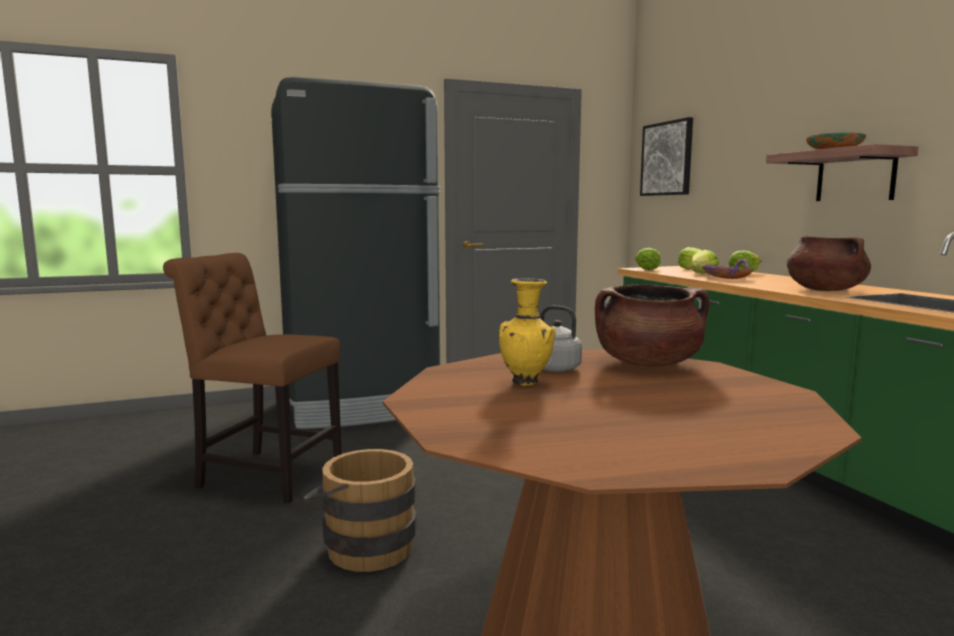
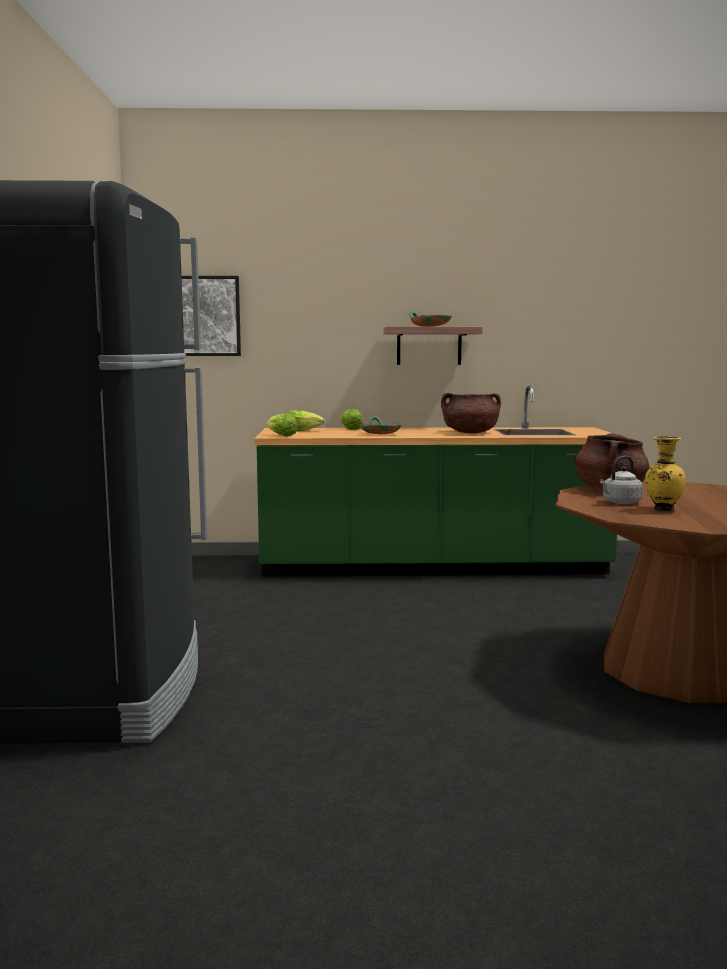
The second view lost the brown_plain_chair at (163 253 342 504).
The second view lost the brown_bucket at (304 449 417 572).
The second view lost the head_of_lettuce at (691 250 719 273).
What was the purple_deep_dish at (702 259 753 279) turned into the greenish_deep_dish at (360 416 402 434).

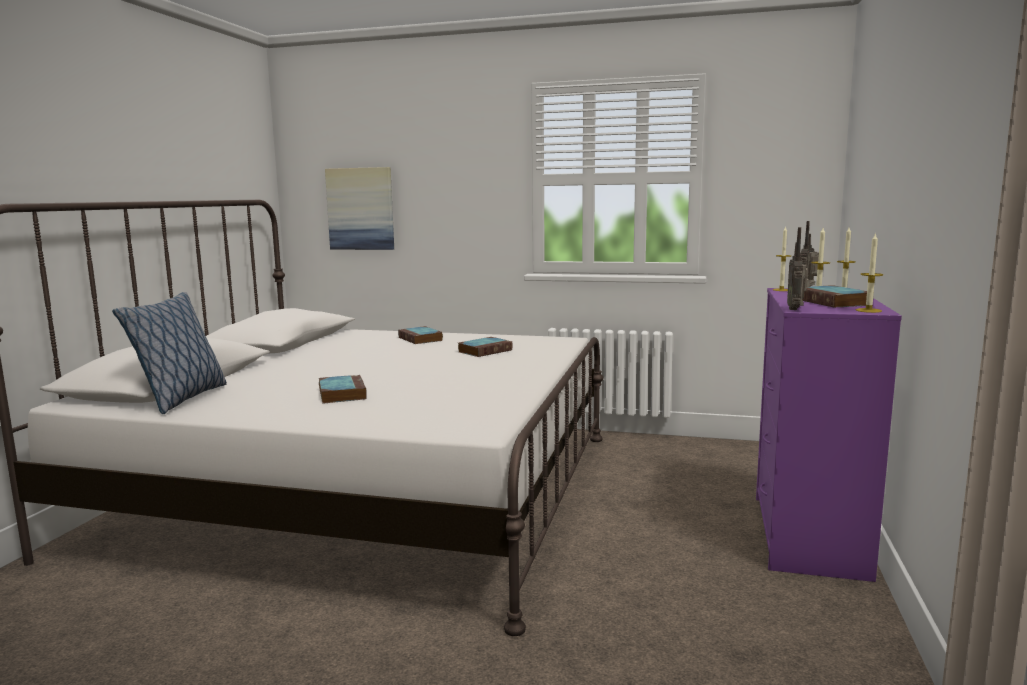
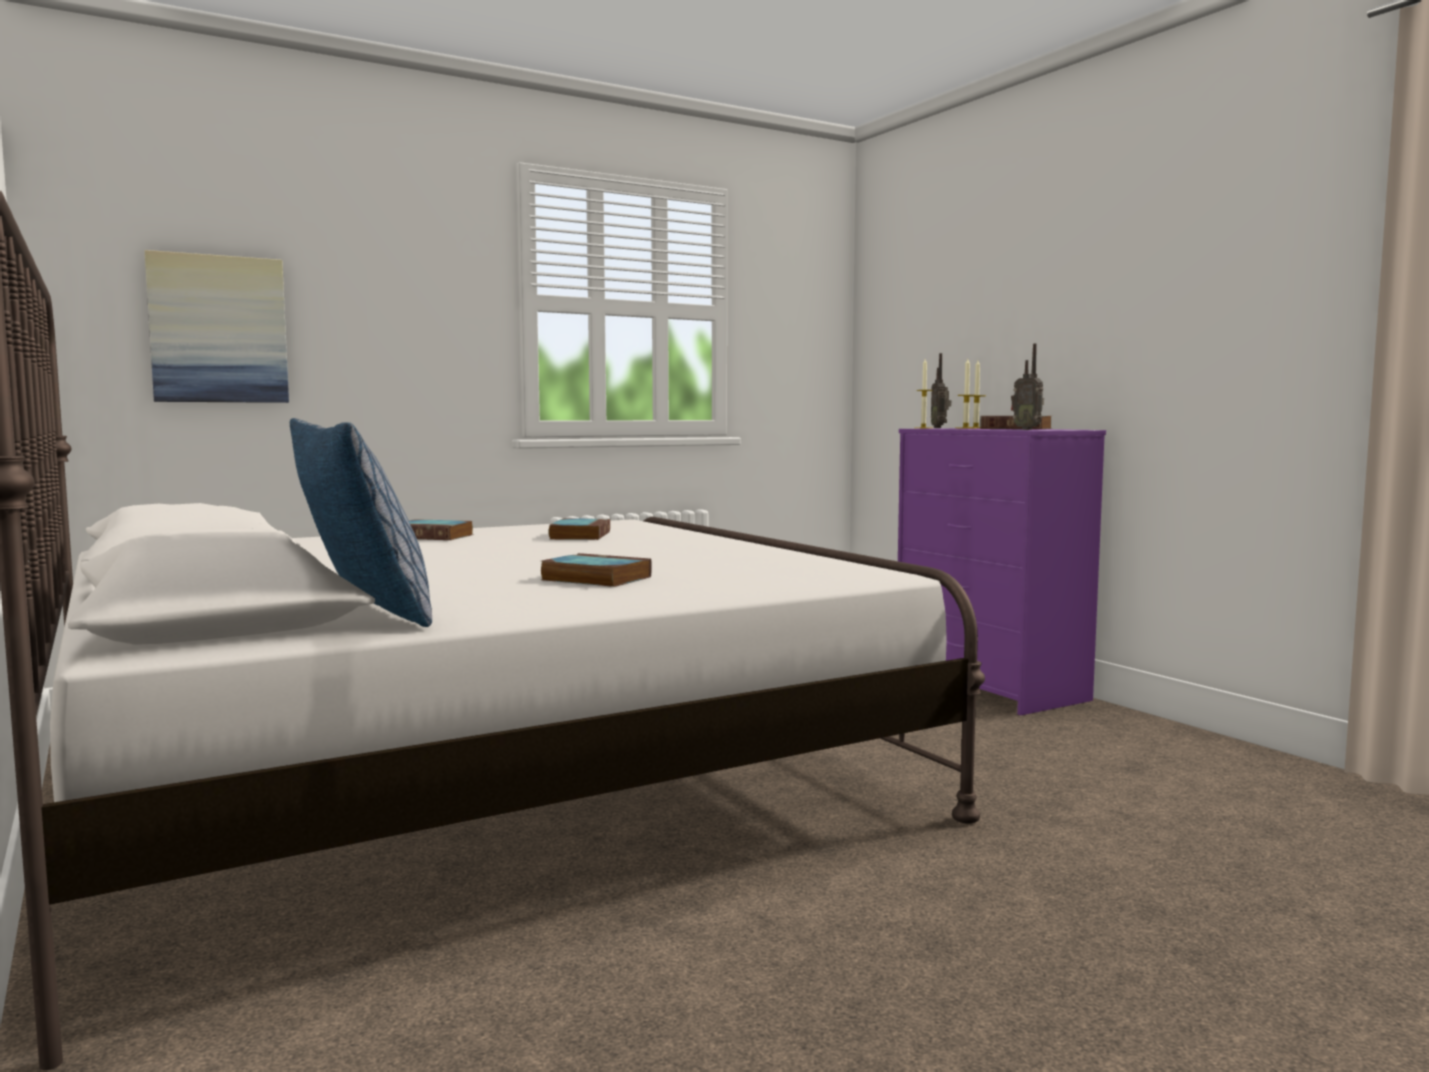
The second view lost the wax_candle at (856 232 883 313).

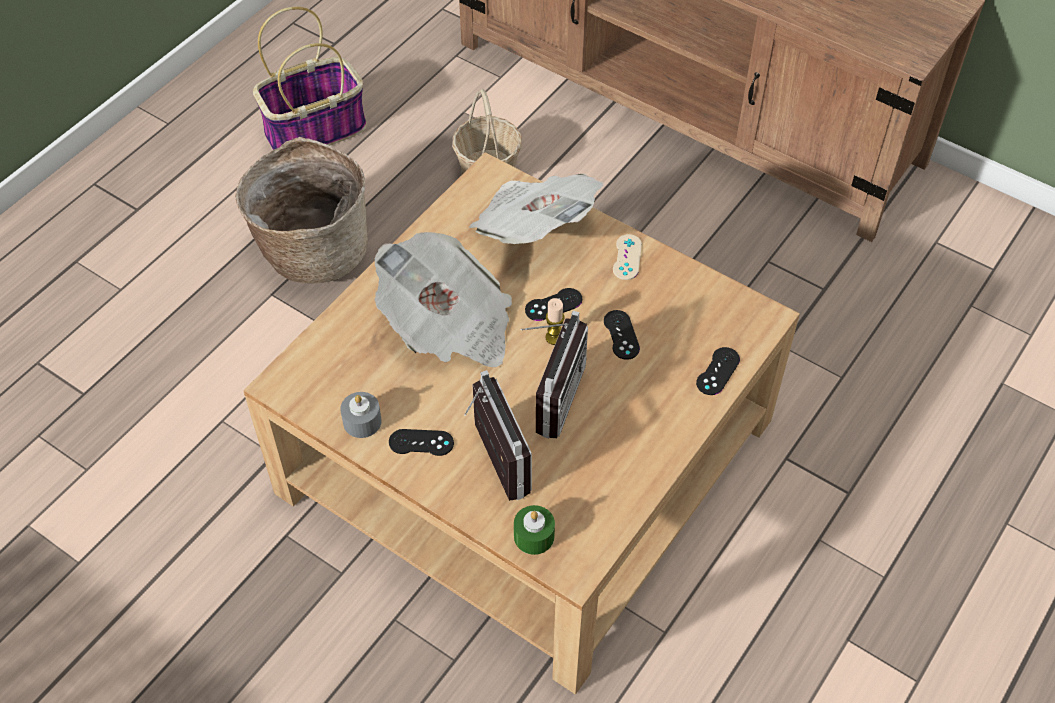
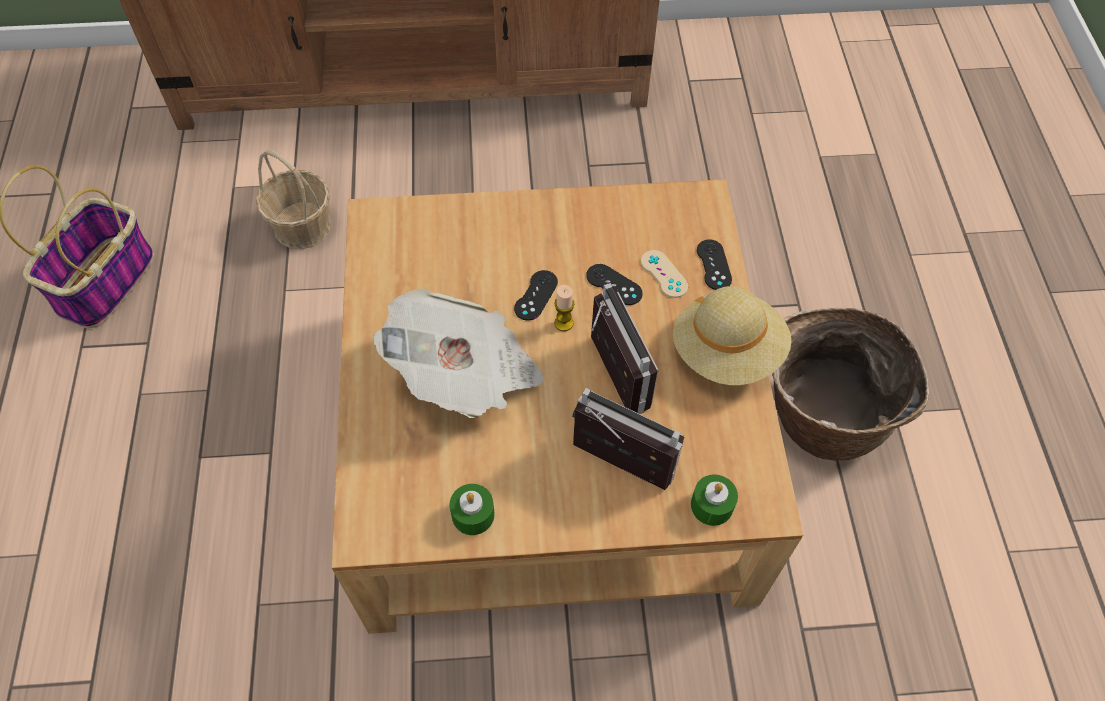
The storage_basket ended up elsewhere, having gone from (235 137 367 284) to (772 308 929 460).
What was the gray_wax_candle at (340 392 382 438) turned into the greenish_wax_candle at (449 484 495 535).
The second view lost the black_joypad at (389 429 454 456).
The second view lost the printed_paper at (469 174 603 244).
The sand-coloured_joypad ended up elsewhere, having gone from (613 234 642 280) to (641 250 688 298).
The second view gained the sand-coloured_hat at (673 286 792 385).

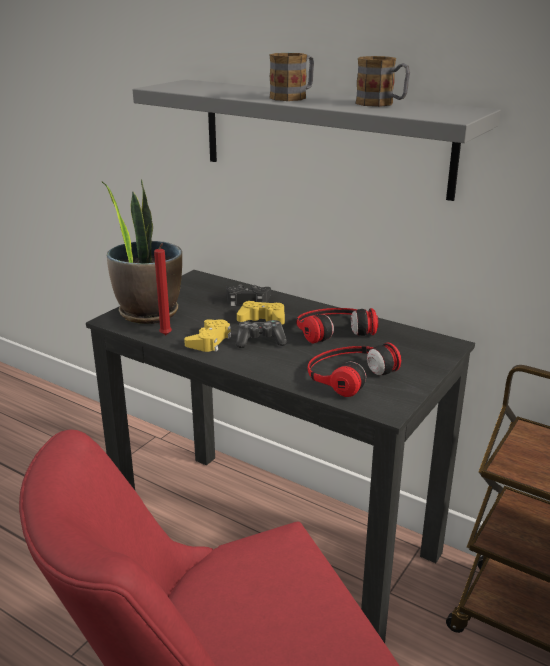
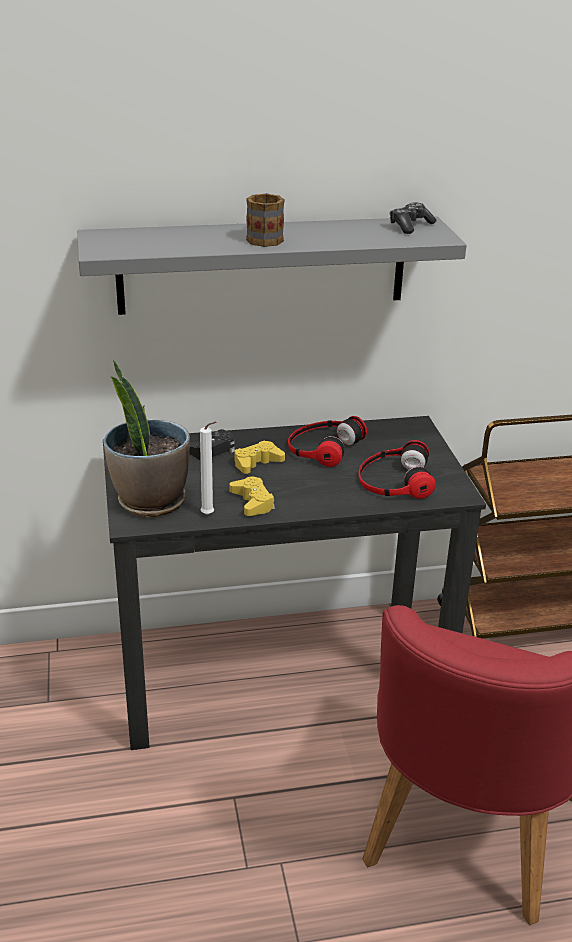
What was the red-coloured_wax_candle at (154 243 172 335) turned into the white_wax_candle at (200 422 216 515).
The joypad ended up elsewhere, having gone from (236 320 287 348) to (390 203 437 234).
The second view lost the mug at (356 56 410 107).

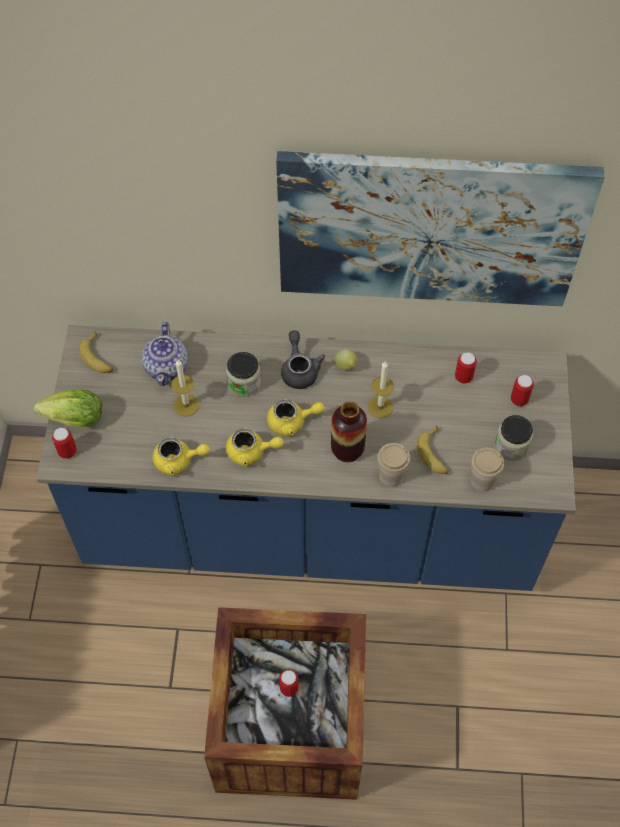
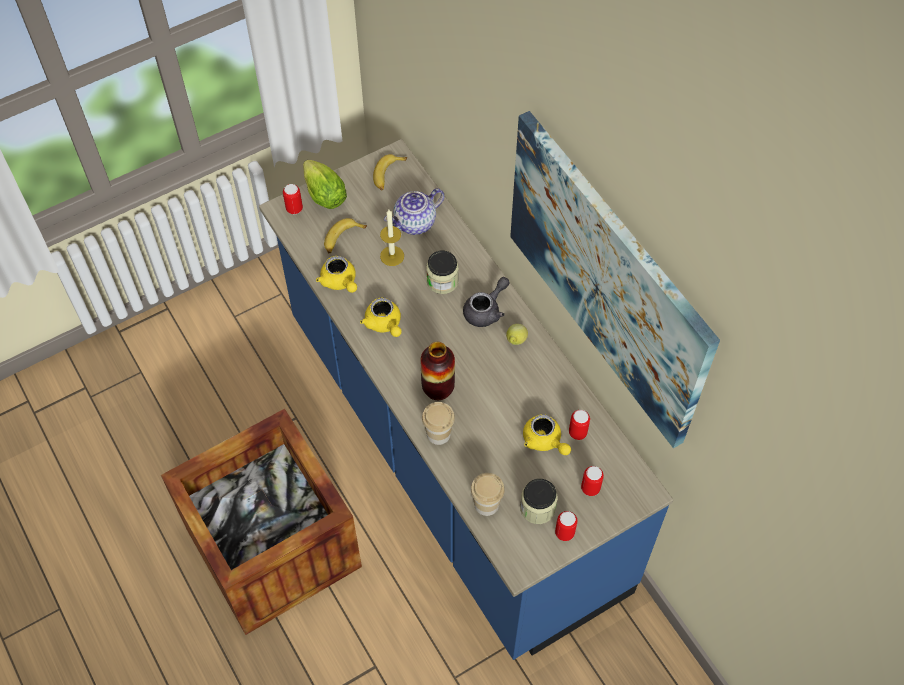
The yellow-coloured_tea_pot ended up elsewhere, having gone from (267 399 325 437) to (523 414 571 455).
The metal_can ended up elsewhere, having gone from (279 669 299 697) to (555 511 577 541).
The second view lost the wax_candle at (368 362 394 418).
The banana ended up elsewhere, having gone from (417 426 448 474) to (324 218 367 253).

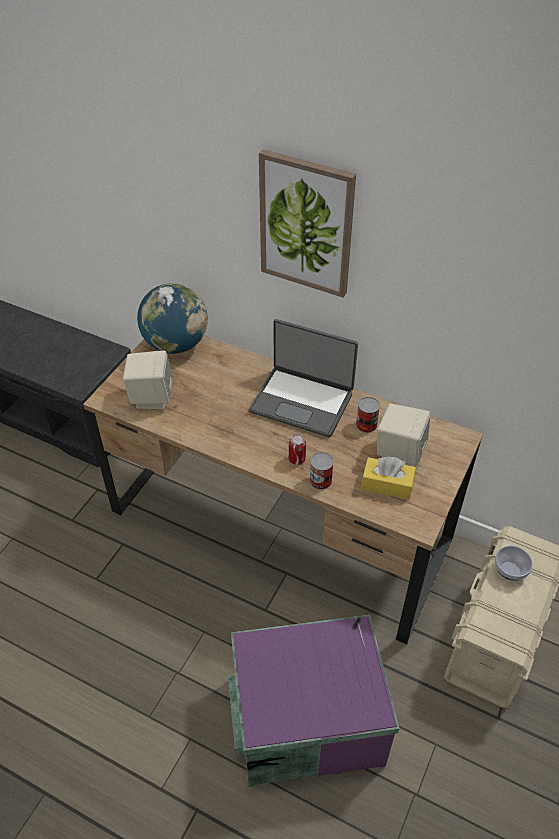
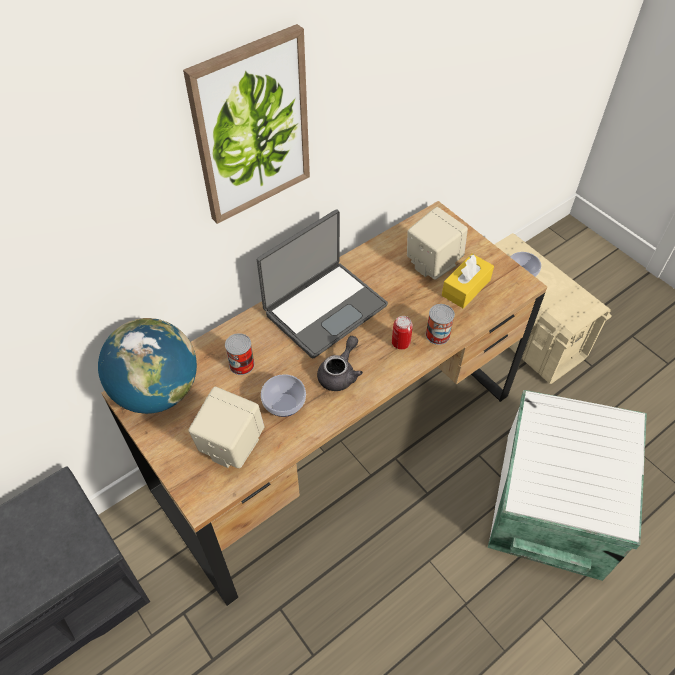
What was the purple_storage_container at (228 615 400 787) turned into the white_storage_container at (488 390 647 581).
The metal_can ended up elsewhere, having gone from (356 397 380 433) to (225 333 255 375).
The second view gained the deep_dish at (261 374 306 417).
The second view gained the gray_tea_pot at (317 336 363 391).

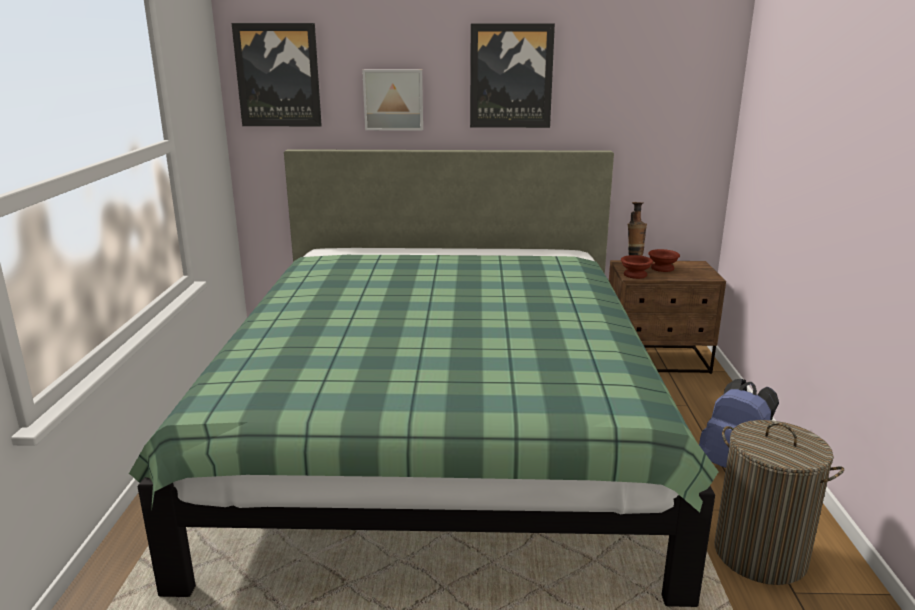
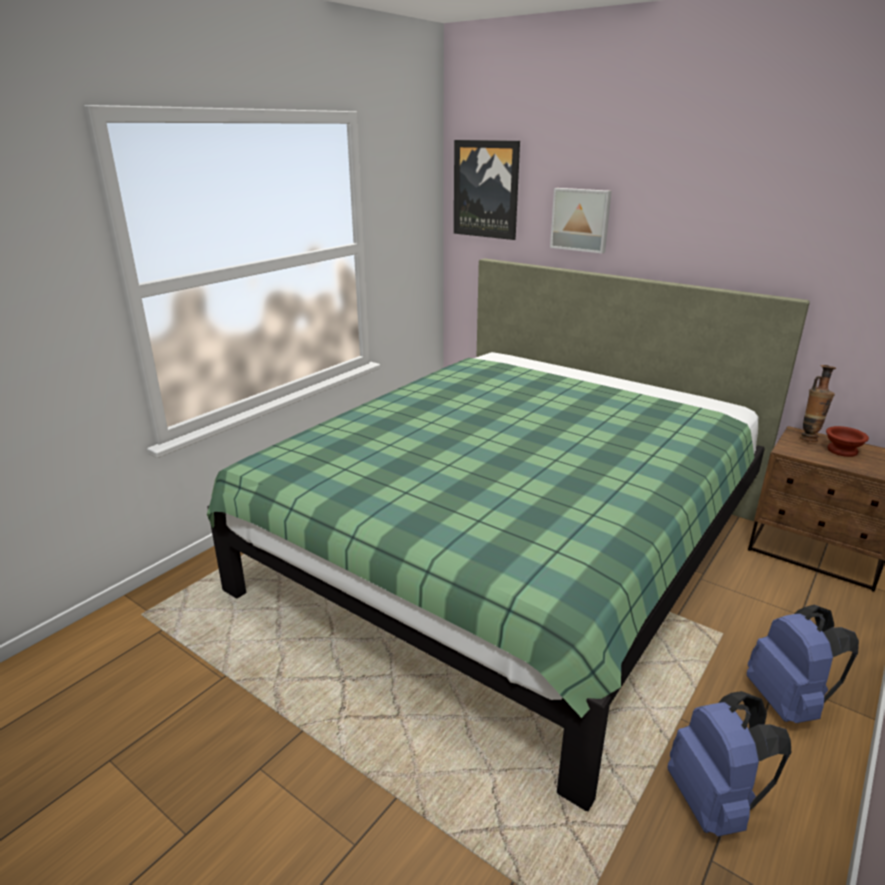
The second view lost the wall_art at (470 24 555 128).
The second view lost the brown_deep_dish at (621 255 653 279).
Where the hamper stood at (714 420 844 585), the bluish_rucksack came to stand at (668 691 791 836).

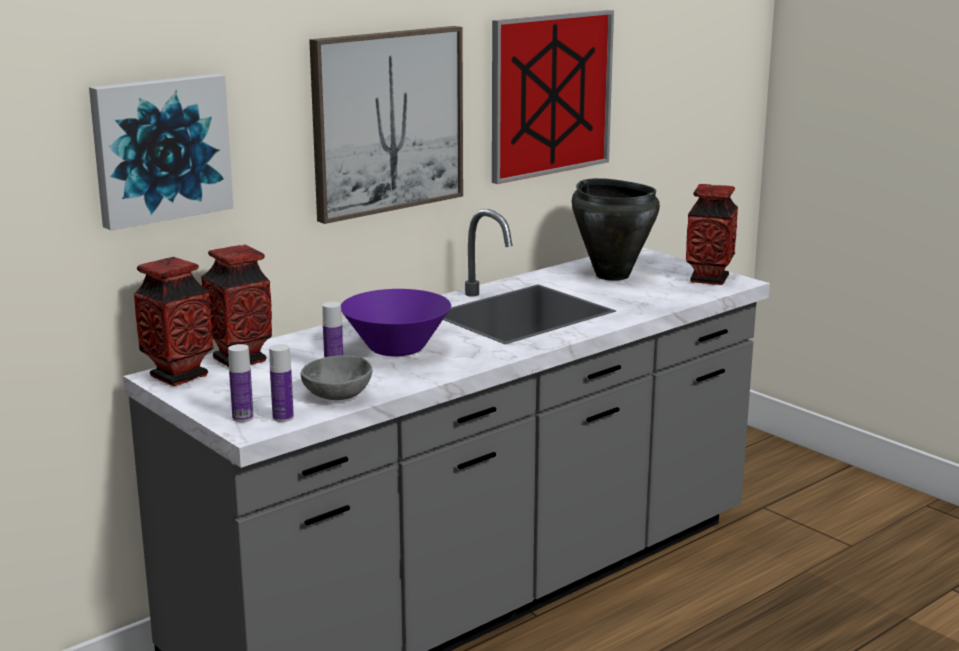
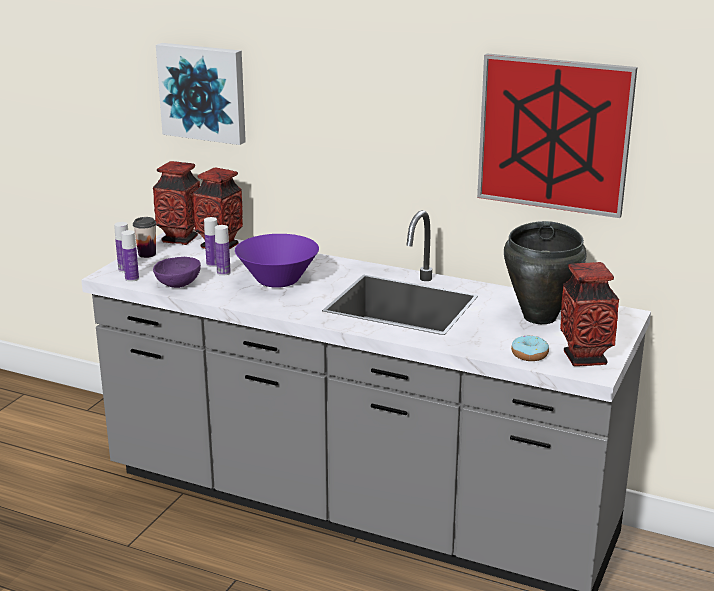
What was the gray_deep_dish at (301 355 372 400) turned into the purple_deep_dish at (153 257 201 288).
The second view lost the wall_art at (309 26 463 224).
The second view gained the drinking_cup at (133 217 156 258).
The second view gained the bottle at (204 217 217 267).
The second view gained the donut at (511 336 549 361).

